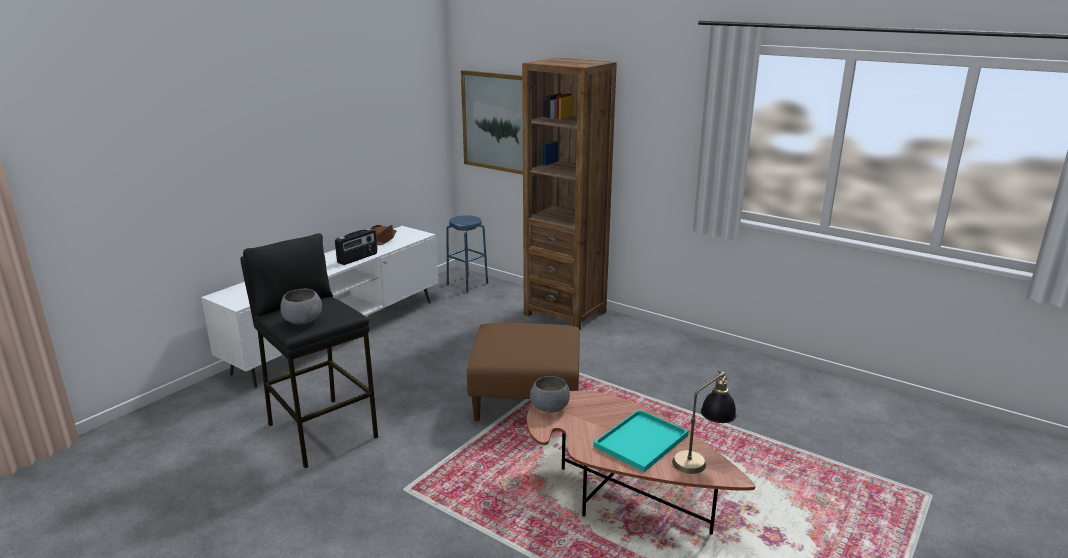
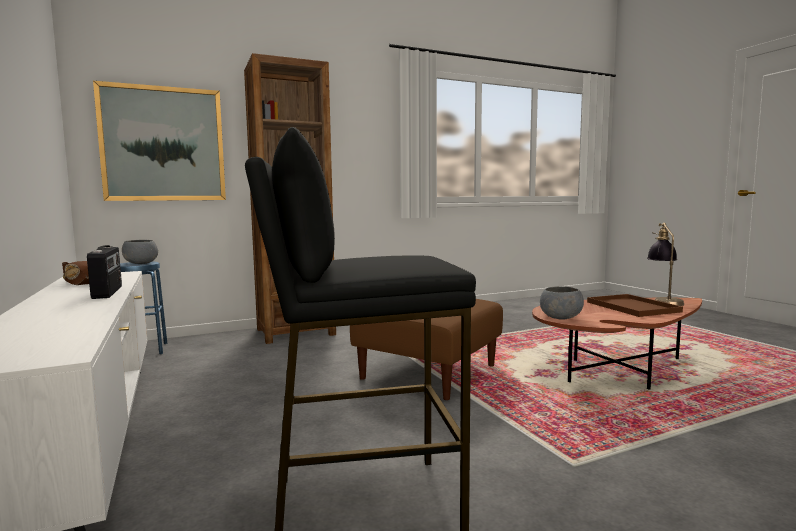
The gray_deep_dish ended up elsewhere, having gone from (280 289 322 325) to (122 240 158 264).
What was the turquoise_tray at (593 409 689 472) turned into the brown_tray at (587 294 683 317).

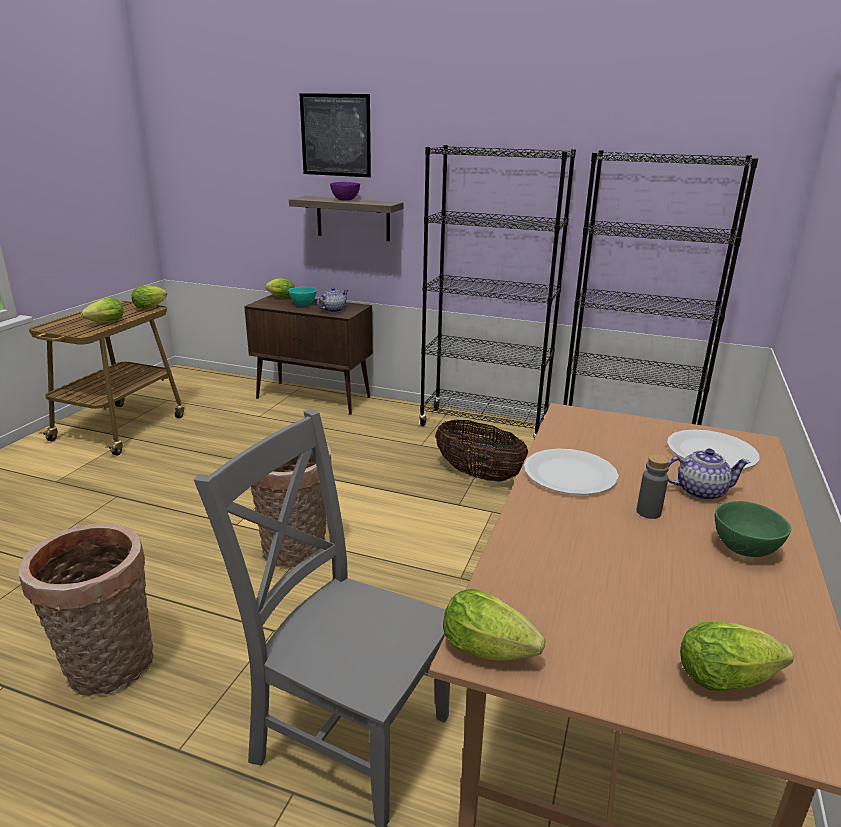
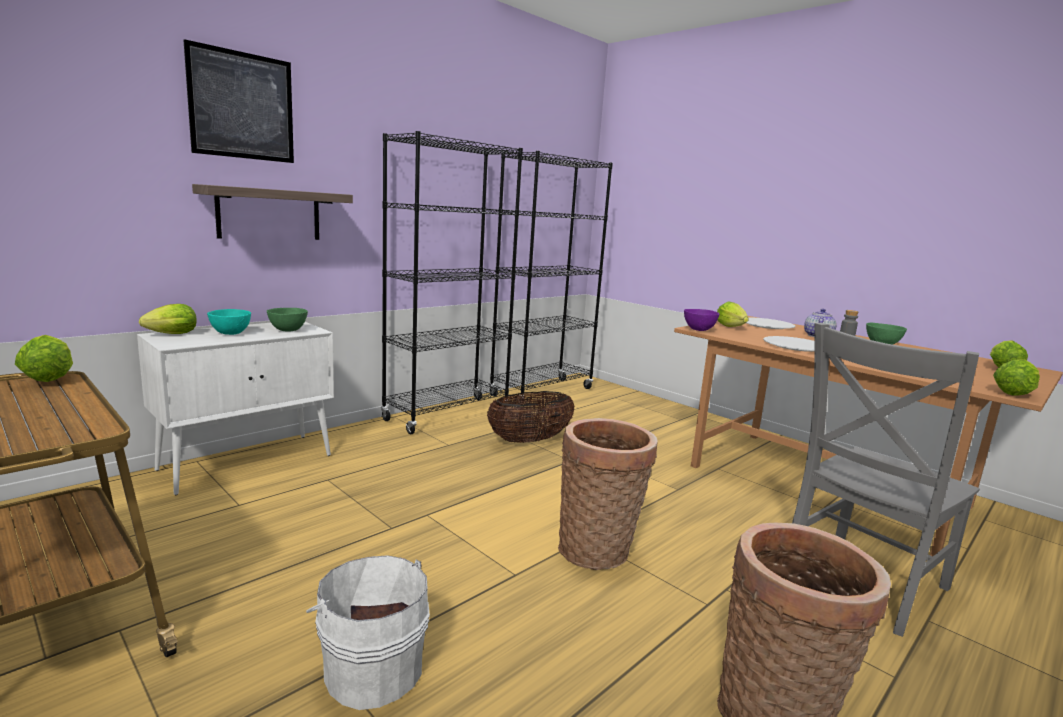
The head_of_lettuce ended up elsewhere, having gone from (81 298 123 322) to (717 302 749 327).
What was the brown_storage_cabinet at (244 294 373 415) turned into the white_storage_cabinet at (137 322 334 495).
Where the tea_pot stood at (317 287 348 313), the greenish_deep_dish came to stand at (267 308 308 332).
The purple_deep_dish ended up elsewhere, having gone from (330 182 360 201) to (684 309 719 331).
The second view gained the white_bucket at (306 555 430 710).

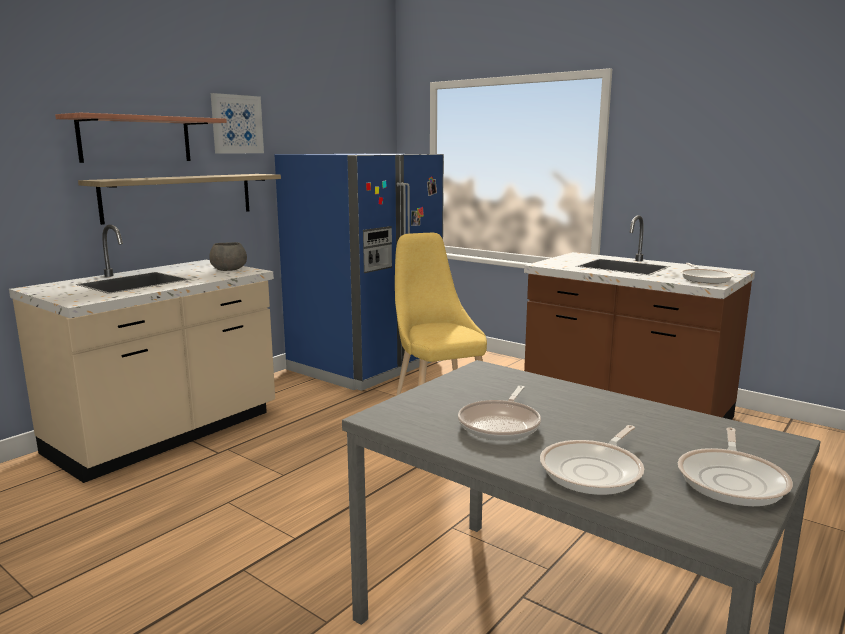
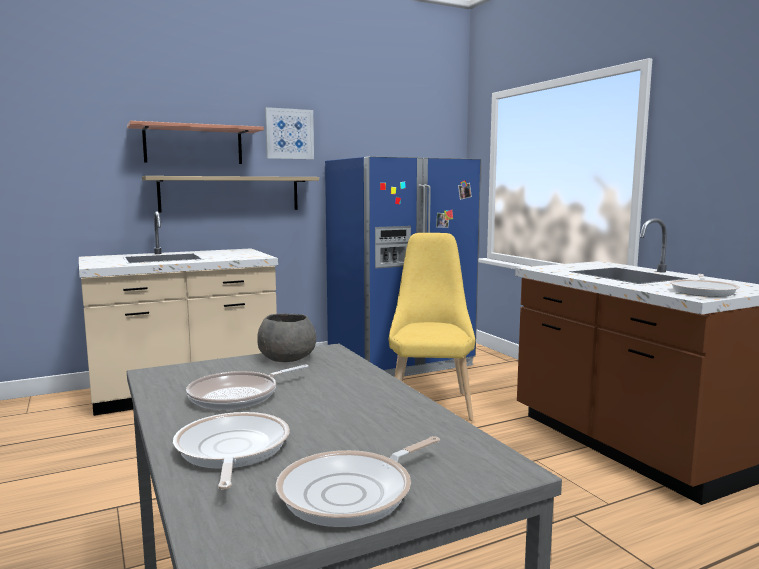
The gray_deep_dish ended up elsewhere, having gone from (209 242 247 271) to (257 313 316 362).
The skillet at (540 425 644 495) ended up facing another way, 105 degrees clockwise from before.

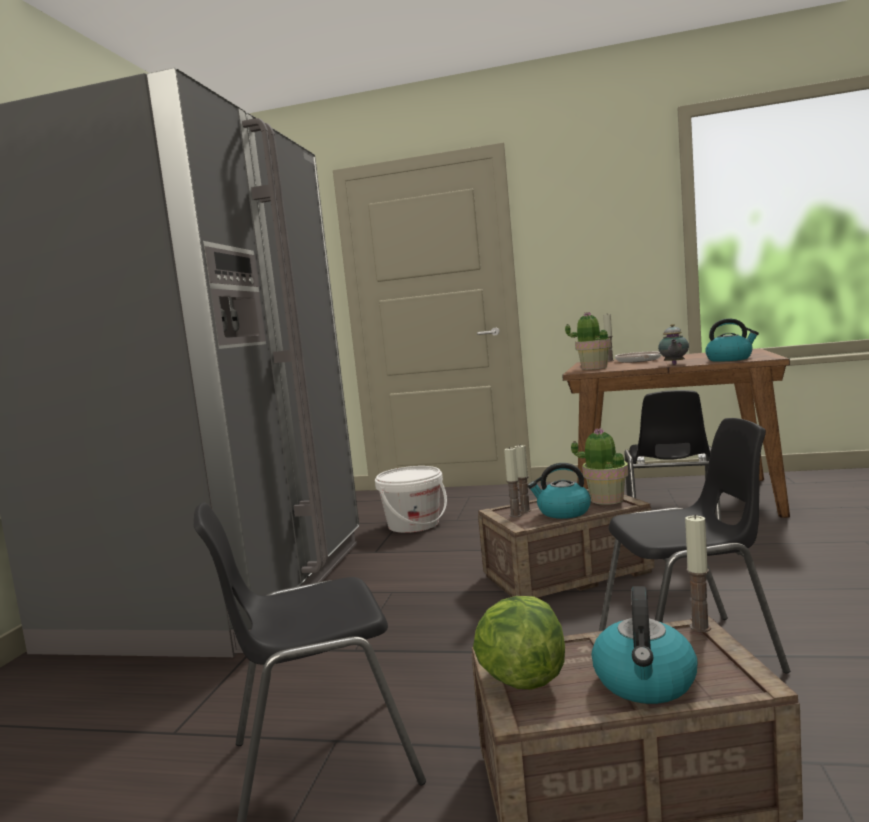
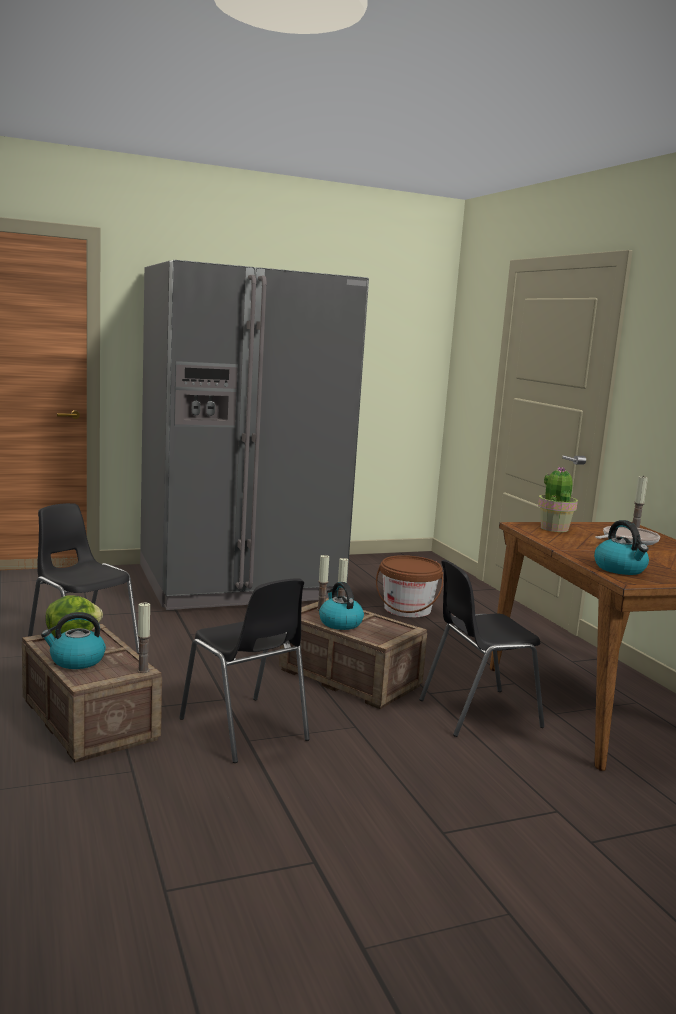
What was the white_bucket at (375 466 447 533) turned into the brown_bucket at (376 555 443 618).
The second view lost the houseplant at (571 428 628 505).
The second view lost the tea_pot at (658 324 689 365).

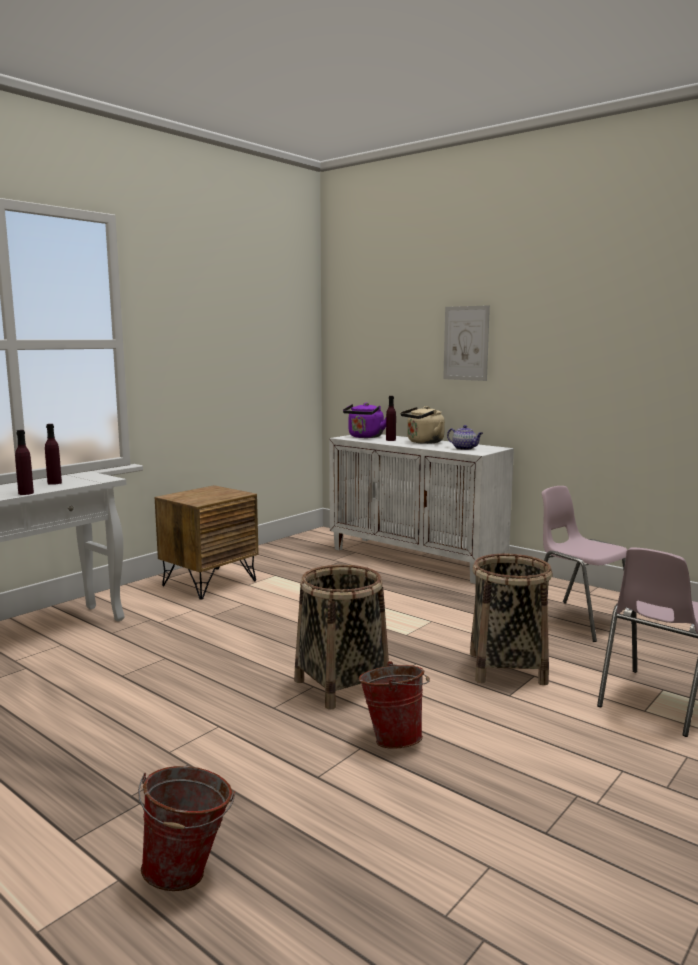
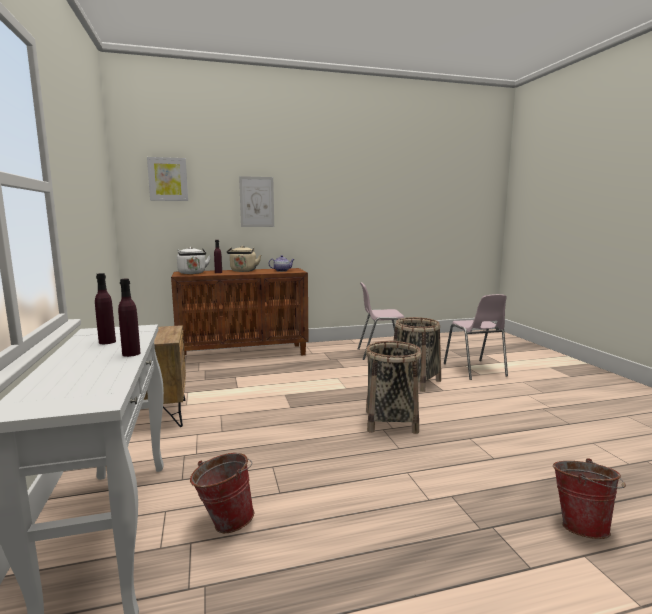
What was the white_storage_cabinet at (329 434 514 584) turned into the brown_storage_cabinet at (171 268 308 356).
What was the purple_tea_kettle at (343 403 386 438) turned into the white_tea_kettle at (177 247 211 274).
The bucket ended up elsewhere, having gone from (358 661 430 749) to (190 453 255 533).
The second view gained the wall_art at (147 157 188 201).

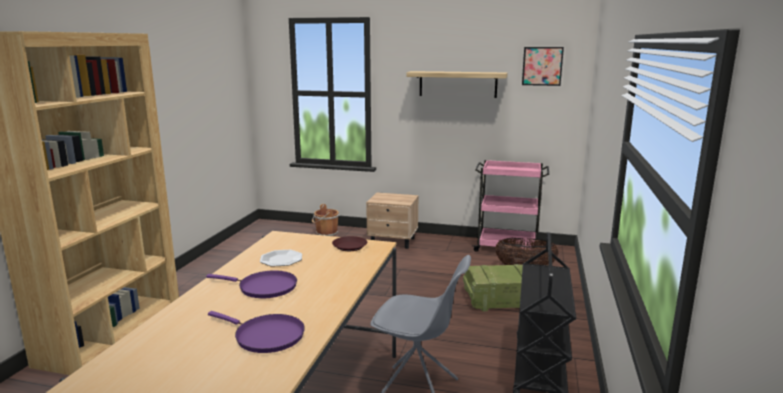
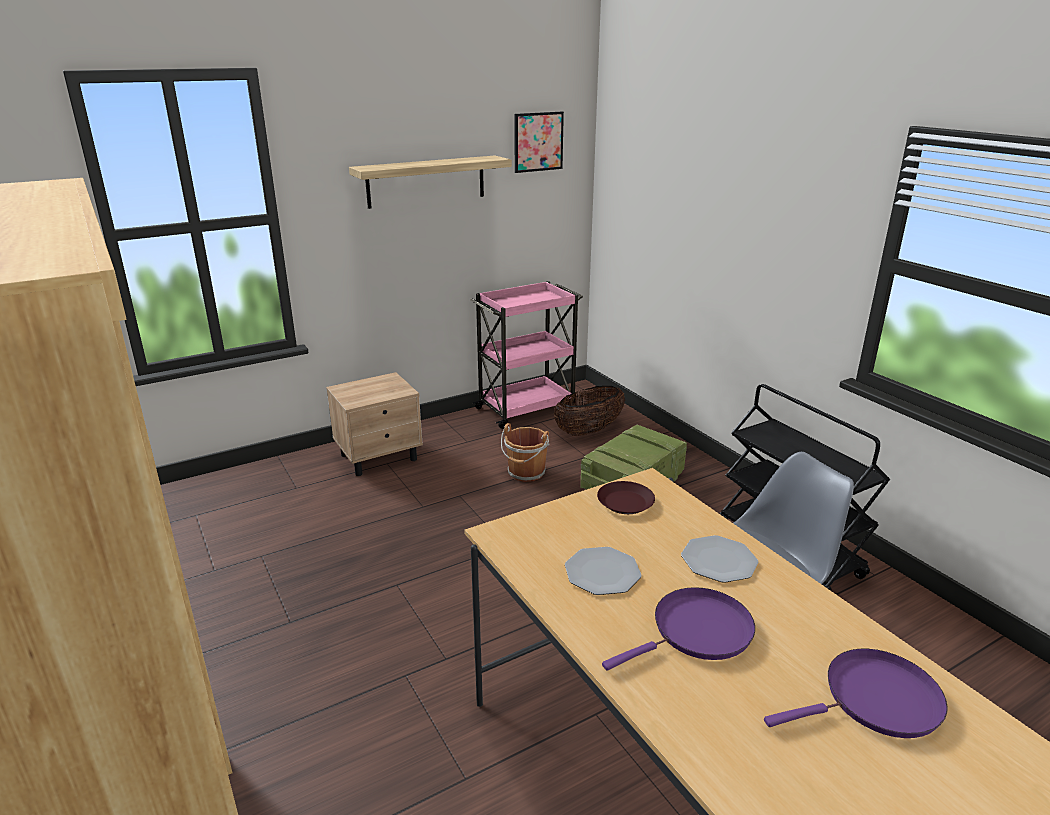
The brown_bucket ended up elsewhere, having gone from (312 204 339 236) to (501 423 549 482).
The second view gained the flat_dish at (681 535 758 583).

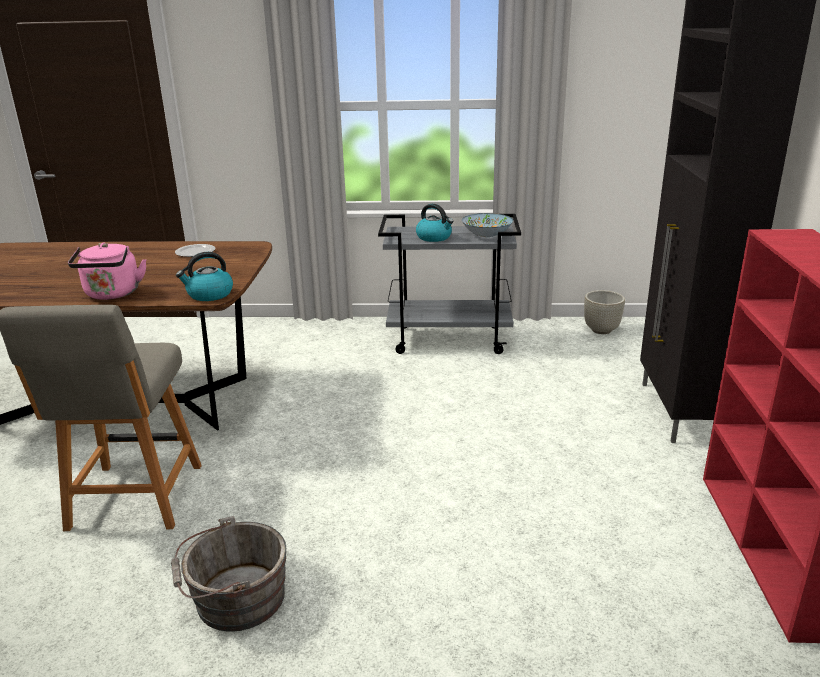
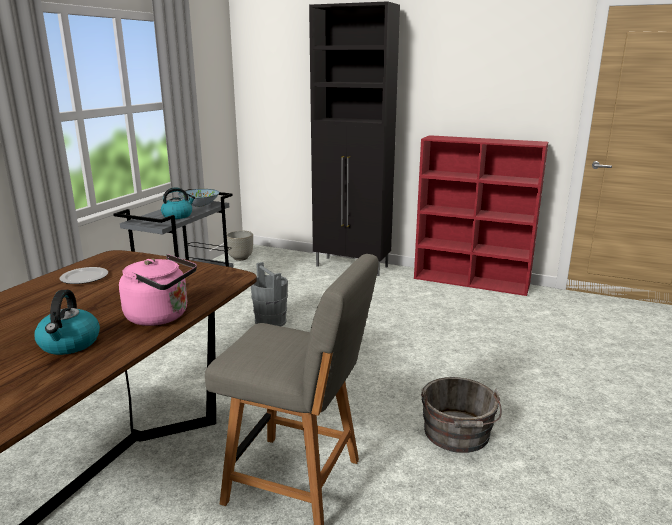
The tea_kettle ended up elsewhere, having gone from (176 252 233 301) to (34 290 100 355).
The second view gained the gray_bucket at (251 262 288 327).

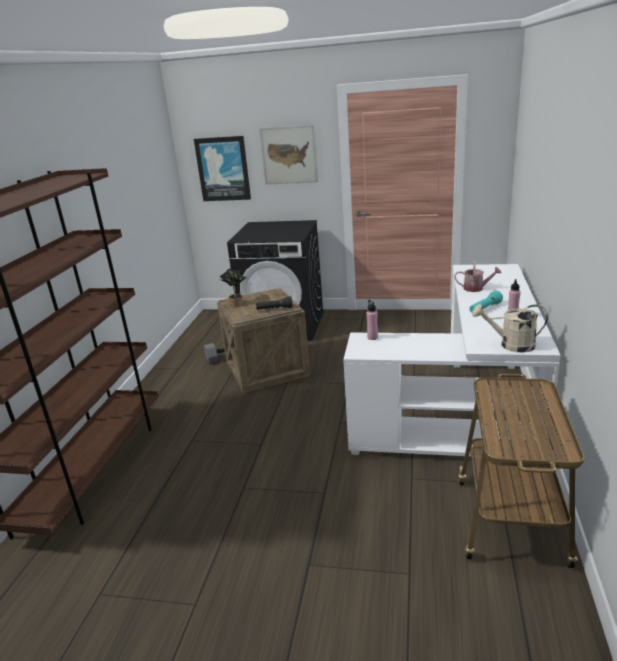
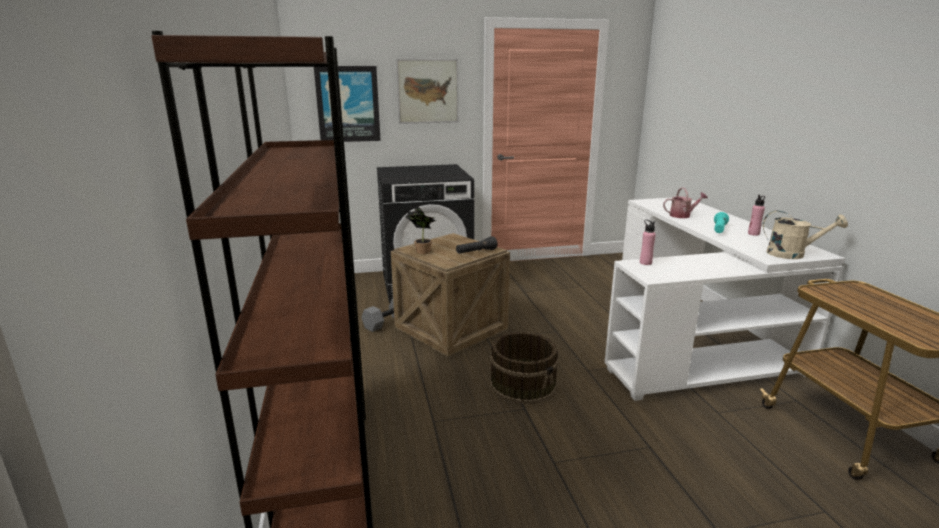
The sand-coloured_watering_pot at (472 304 548 352) ended up facing another way, 150 degrees counterclockwise from before.
The second view gained the brown_bucket at (490 332 559 404).

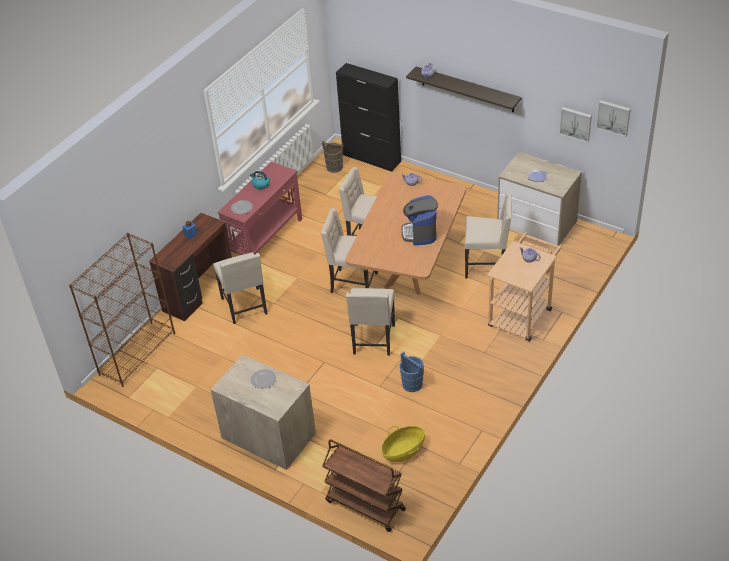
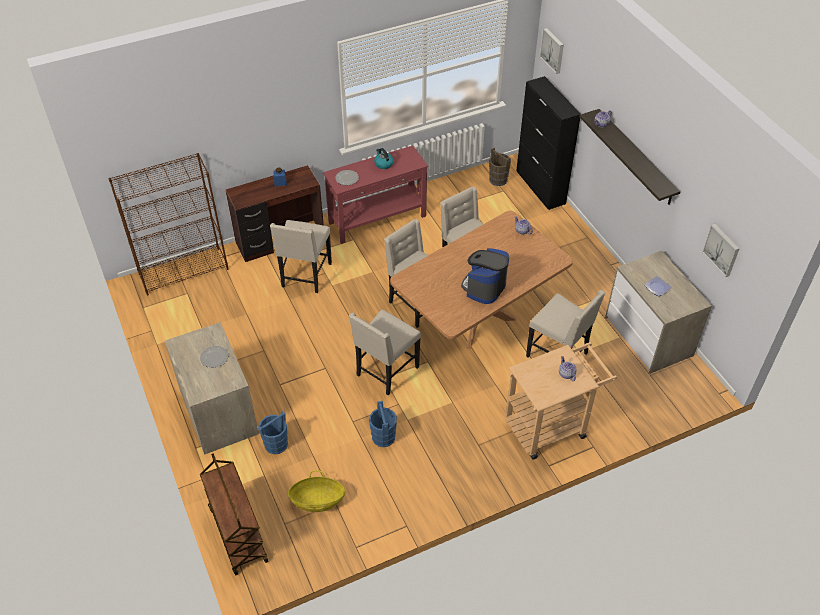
The wall_art ended up elsewhere, having gone from (596 100 631 137) to (540 28 564 74).
The second view gained the bluish_bucket at (258 411 288 454).

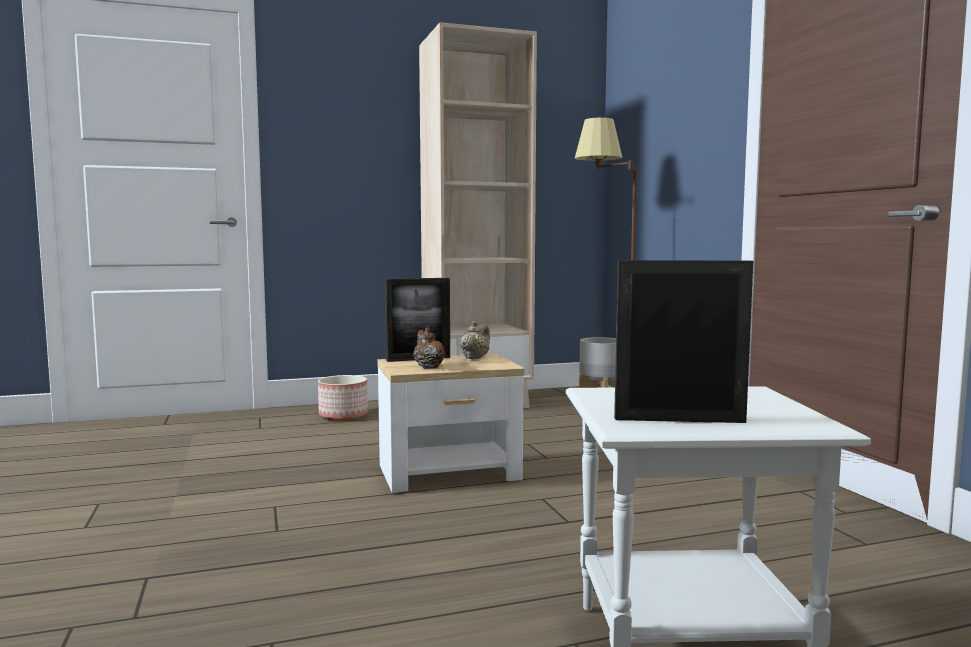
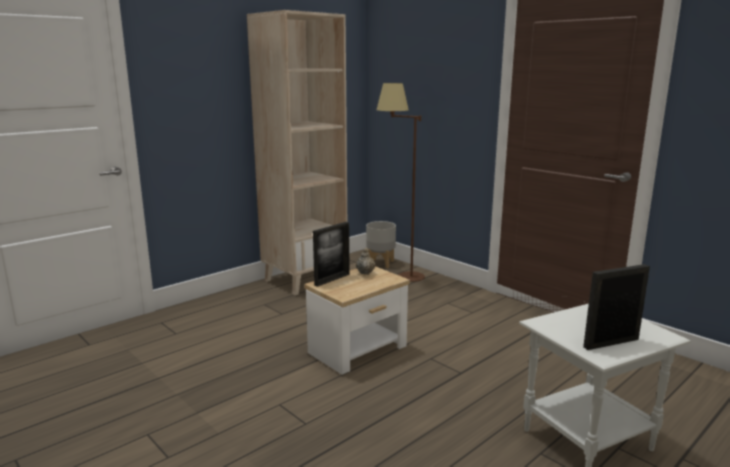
The second view lost the planter at (318 375 368 421).
The second view lost the brown_tea_pot at (413 327 445 369).

